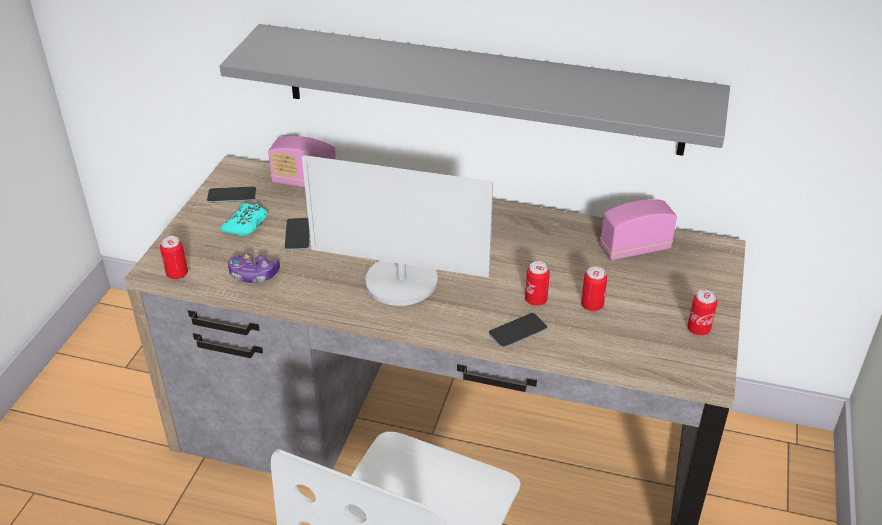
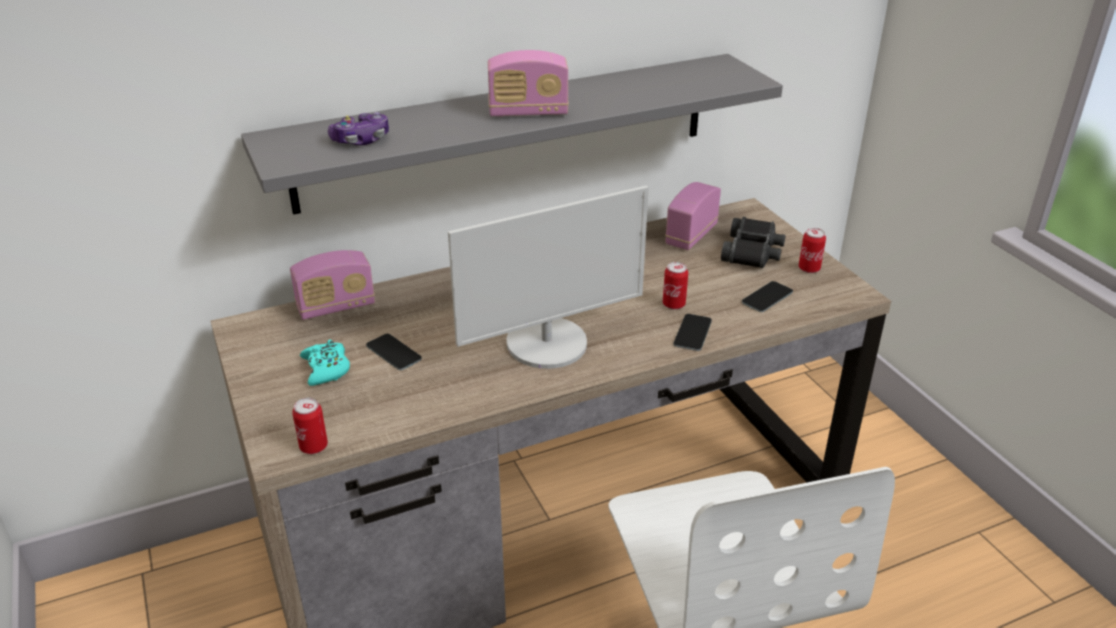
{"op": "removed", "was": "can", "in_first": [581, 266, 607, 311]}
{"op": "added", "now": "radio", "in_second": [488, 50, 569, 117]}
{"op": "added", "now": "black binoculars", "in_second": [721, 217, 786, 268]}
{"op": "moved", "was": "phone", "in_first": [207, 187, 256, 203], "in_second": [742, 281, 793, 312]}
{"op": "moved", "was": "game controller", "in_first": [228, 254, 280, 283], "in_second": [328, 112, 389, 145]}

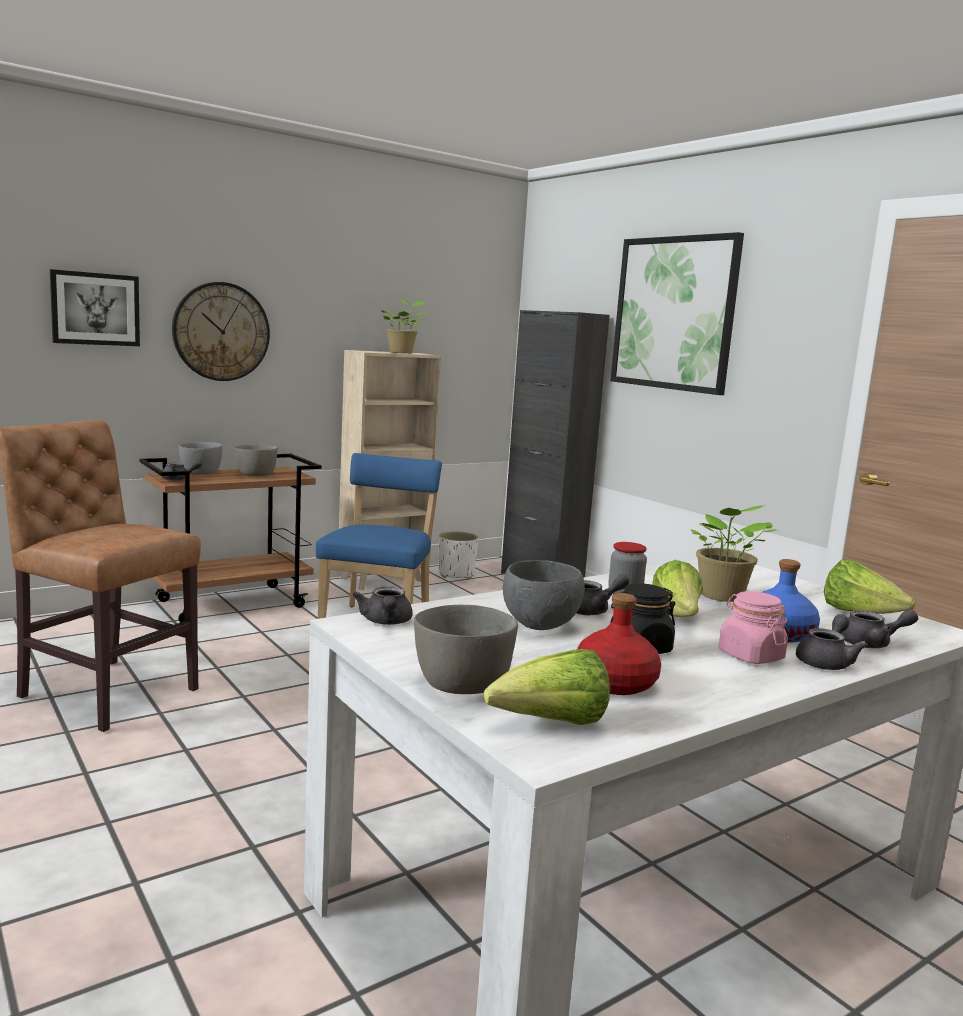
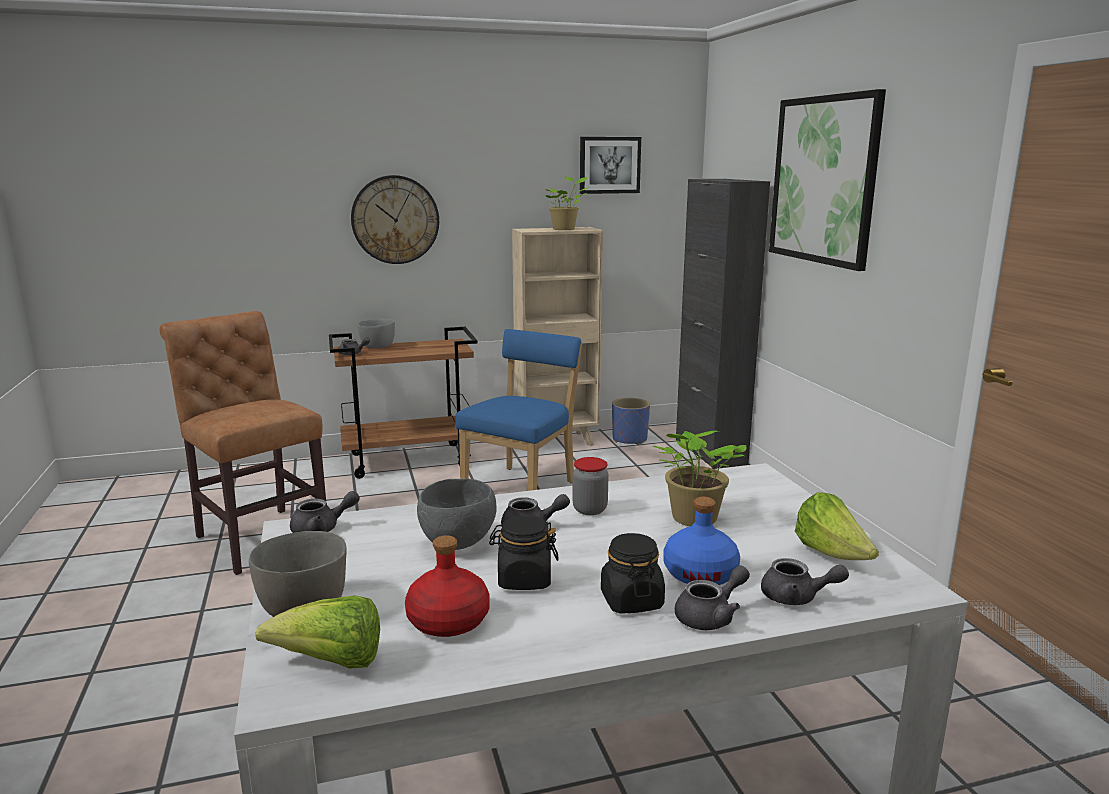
{"op": "removed", "was": "grey bowl", "in_first": [234, 445, 278, 476]}
{"op": "removed", "was": "lettuce", "in_first": [652, 560, 703, 617]}
{"op": "moved", "was": "picture", "in_first": [50, 269, 140, 346], "in_second": [580, 137, 641, 194]}
{"op": "recoloured", "was": "white planter", "now": "blue planter", "in_first": [439, 531, 478, 579], "in_second": [612, 398, 650, 445]}
{"op": "recoloured", "was": "pink jar", "now": "black jar", "in_first": [719, 591, 788, 664], "in_second": [601, 533, 665, 614]}
{"op": "turned", "was": "grey teapot", "in_first": [352, 586, 413, 625], "in_second": [290, 491, 360, 533], "clockwise": -120}

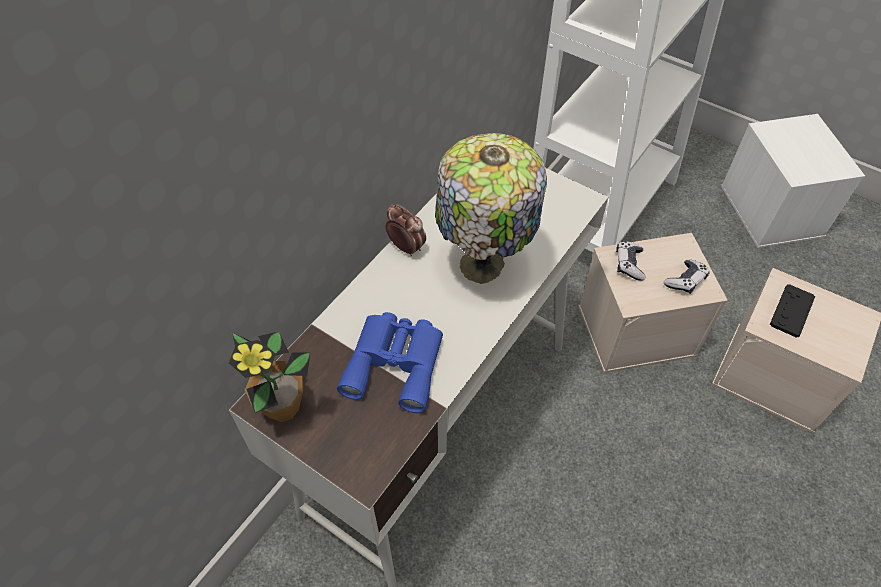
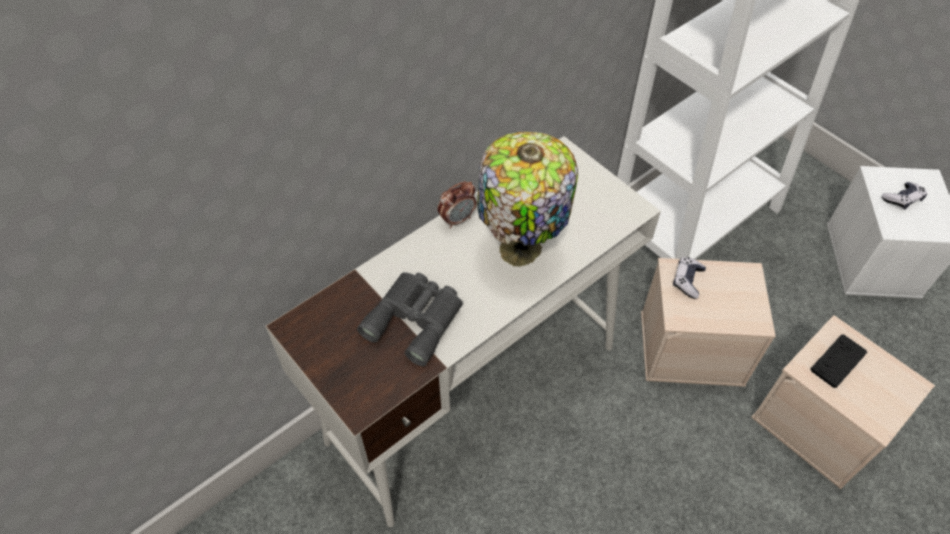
{"op": "removed", "was": "potted plant", "in_first": [229, 331, 310, 422]}
{"op": "moved", "was": "game controller", "in_first": [664, 259, 710, 294], "in_second": [882, 182, 927, 210]}
{"op": "recoloured", "was": "blue binoculars", "now": "grey binoculars", "in_first": [337, 312, 443, 413], "in_second": [357, 272, 463, 366]}
{"op": "turned", "was": "alarm clock", "in_first": [385, 204, 426, 257], "in_second": [438, 181, 477, 228], "clockwise": 90}

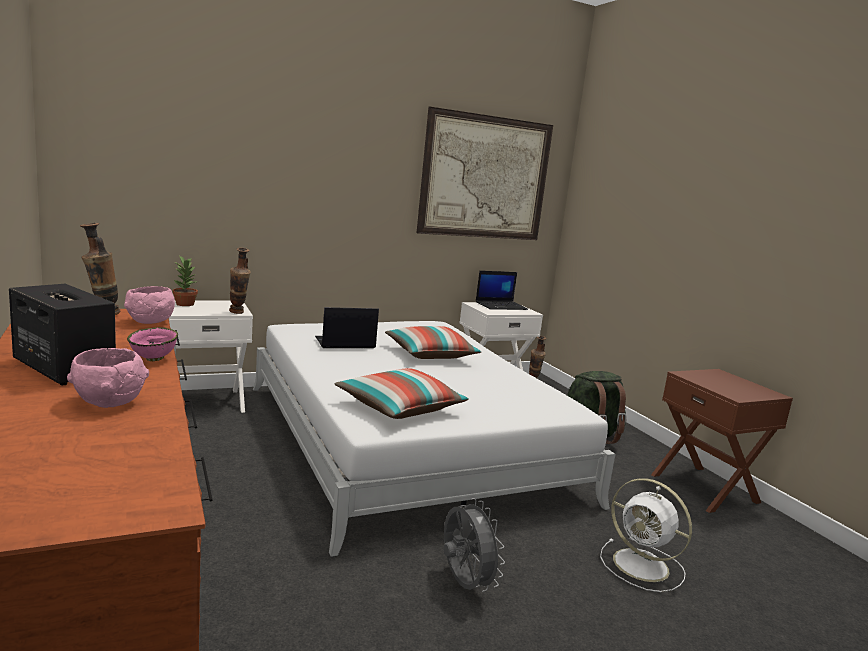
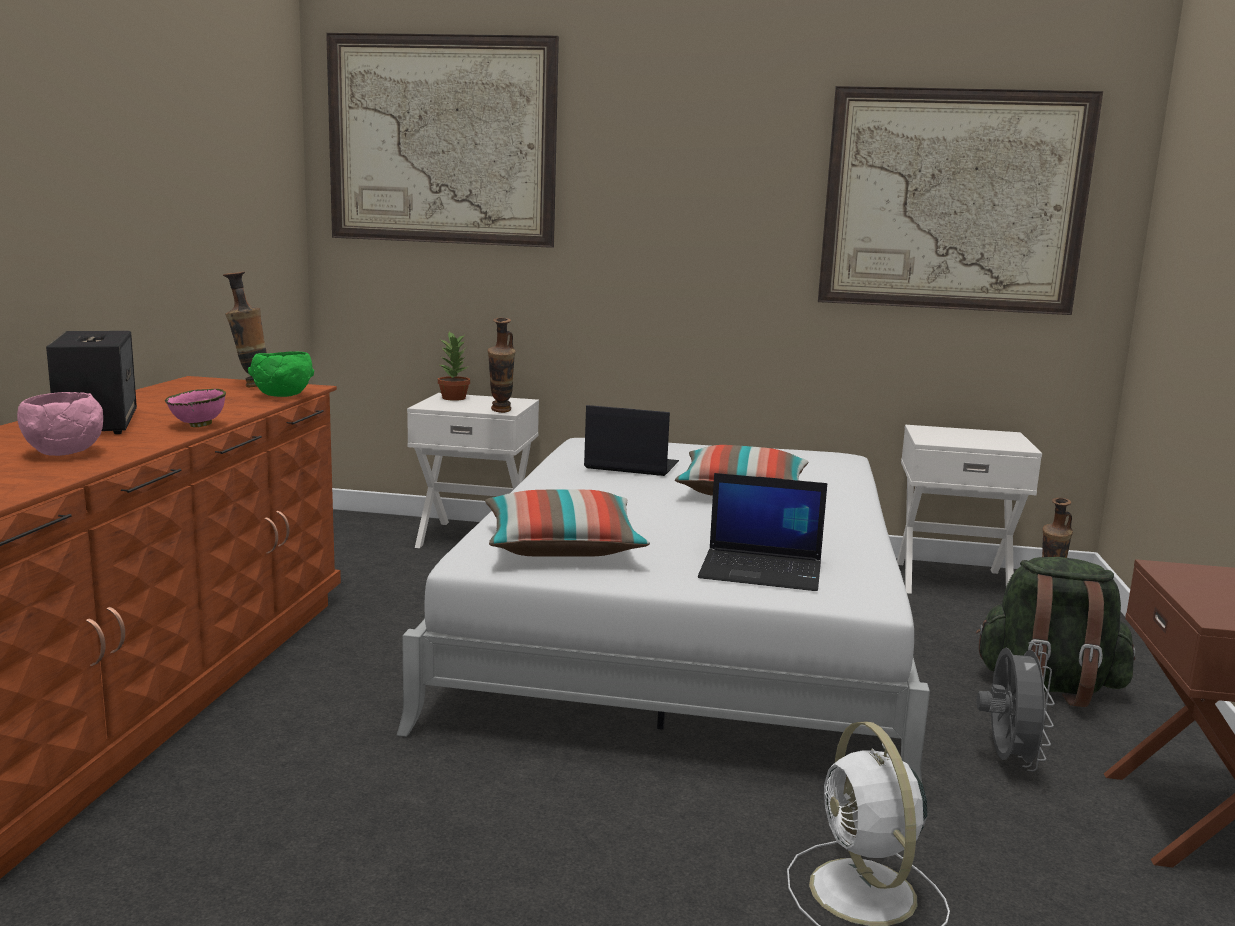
{"op": "added", "now": "picture", "in_second": [326, 33, 559, 248]}
{"op": "moved", "was": "grey fan", "in_first": [444, 498, 505, 592], "in_second": [977, 642, 1055, 771]}
{"op": "moved", "was": "laptop", "in_first": [476, 271, 528, 310], "in_second": [698, 473, 827, 591]}
{"op": "recoloured", "was": "pink bowl", "now": "green bowl", "in_first": [124, 286, 175, 324], "in_second": [248, 352, 314, 397]}

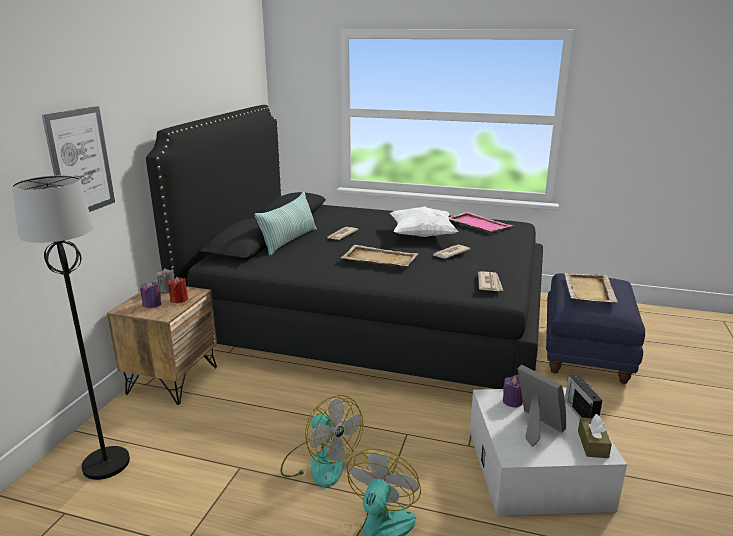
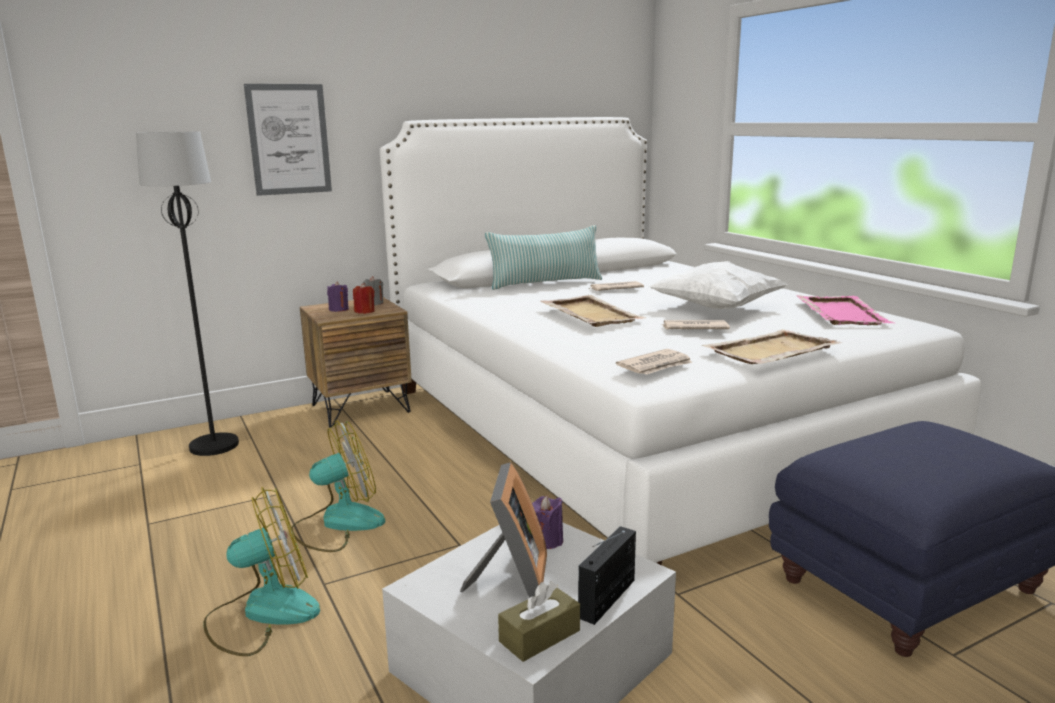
{"op": "moved", "was": "beige tray", "in_first": [564, 273, 618, 303], "in_second": [702, 329, 843, 364]}
{"op": "recoloured", "was": "black bed", "now": "white bed", "in_first": [146, 105, 543, 389], "in_second": [380, 117, 981, 565]}
{"op": "turned", "was": "fan", "in_first": [280, 395, 363, 487], "in_second": [291, 420, 385, 552], "clockwise": -120}

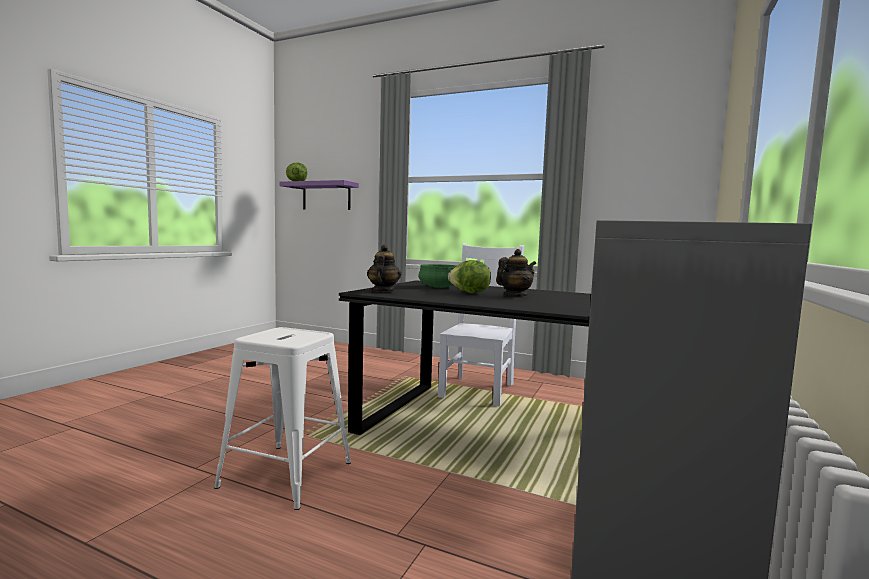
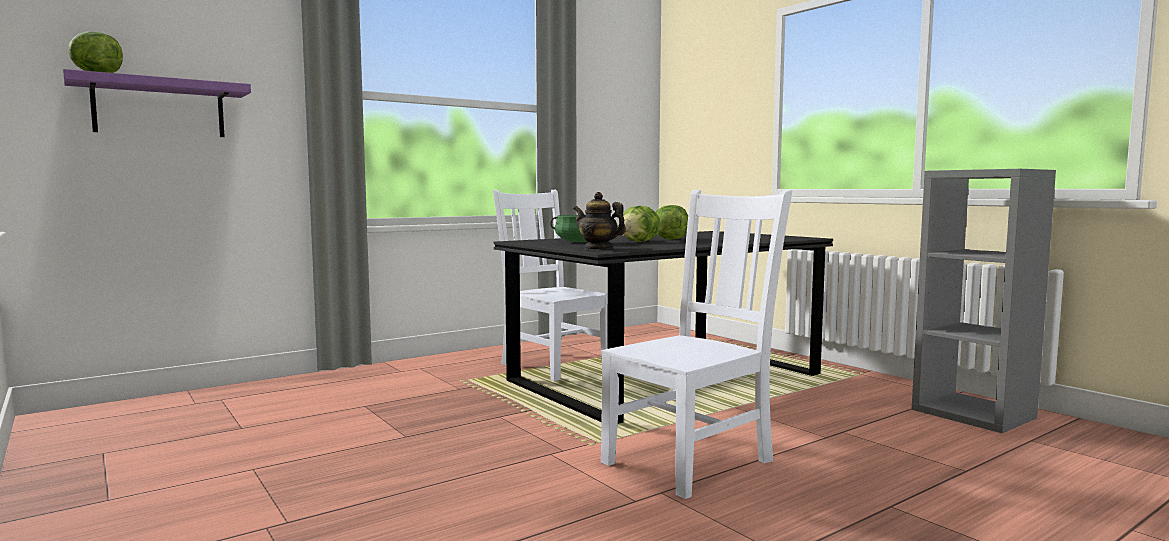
{"op": "replaced", "was": "white stool", "now": "white chair", "in_first": [214, 327, 351, 510], "in_second": [601, 190, 792, 499]}
{"op": "replaced", "was": "teapot", "now": "lettuce", "in_first": [496, 249, 536, 296], "in_second": [656, 205, 688, 240]}

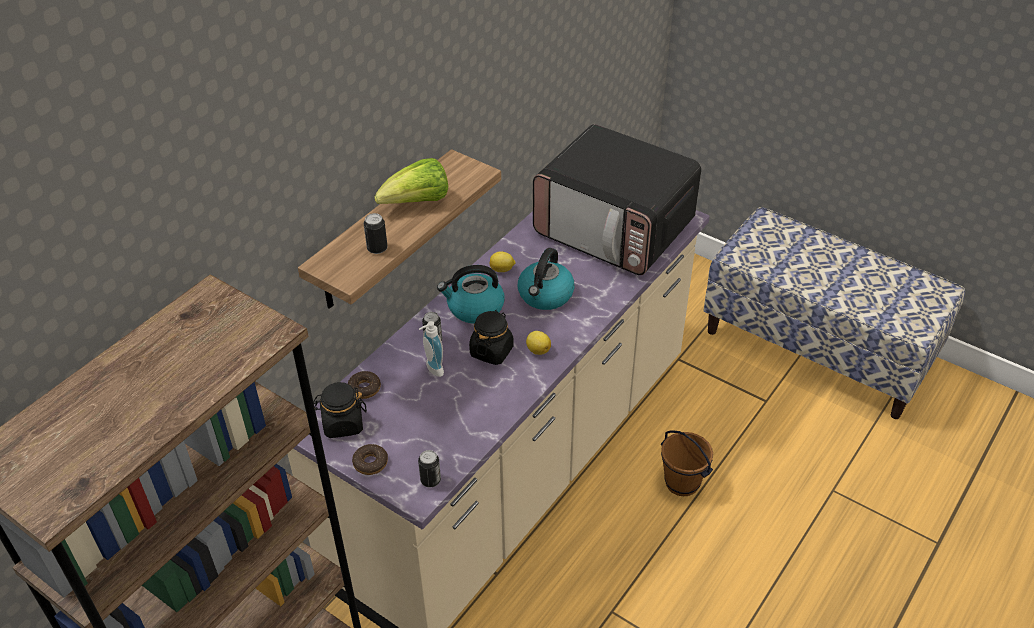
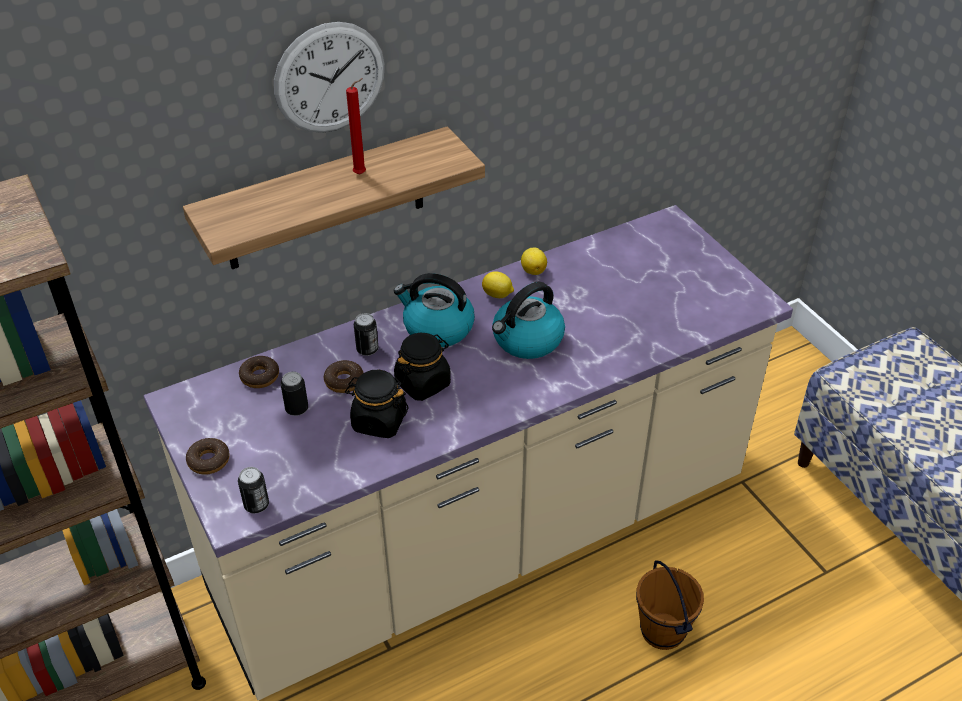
{"op": "removed", "was": "microwave", "in_first": [533, 124, 701, 275]}
{"op": "added", "now": "wall clock", "in_second": [274, 22, 385, 133]}
{"op": "moved", "was": "black jar", "in_first": [313, 382, 367, 438], "in_second": [345, 369, 409, 438]}
{"op": "moved", "was": "can", "in_first": [364, 213, 388, 254], "in_second": [281, 372, 308, 416]}
{"op": "moved", "was": "lemon", "in_first": [526, 331, 551, 355], "in_second": [521, 248, 547, 275]}
{"op": "replaced", "was": "lettuce", "now": "red candle", "in_first": [374, 158, 448, 204], "in_second": [346, 78, 366, 175]}
{"op": "replaced", "was": "soap dispenser", "now": "donut", "in_first": [419, 321, 444, 377], "in_second": [324, 360, 363, 393]}

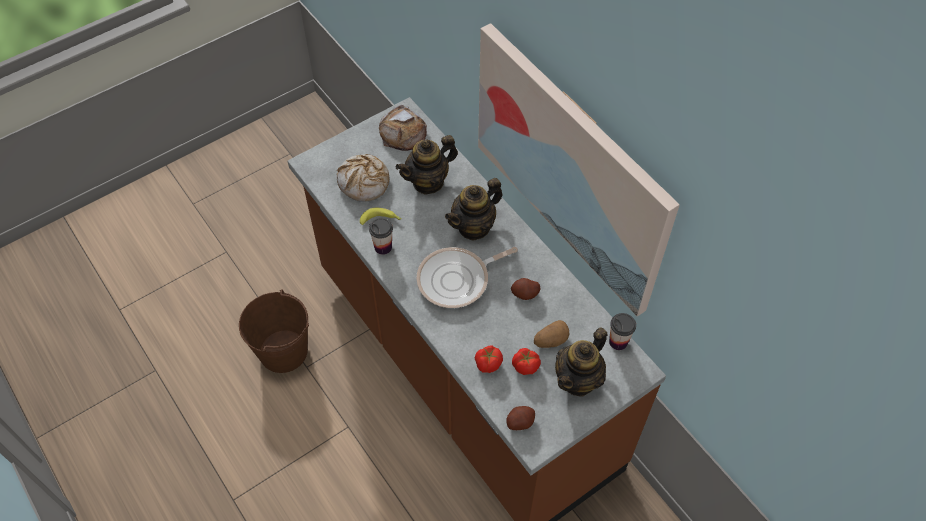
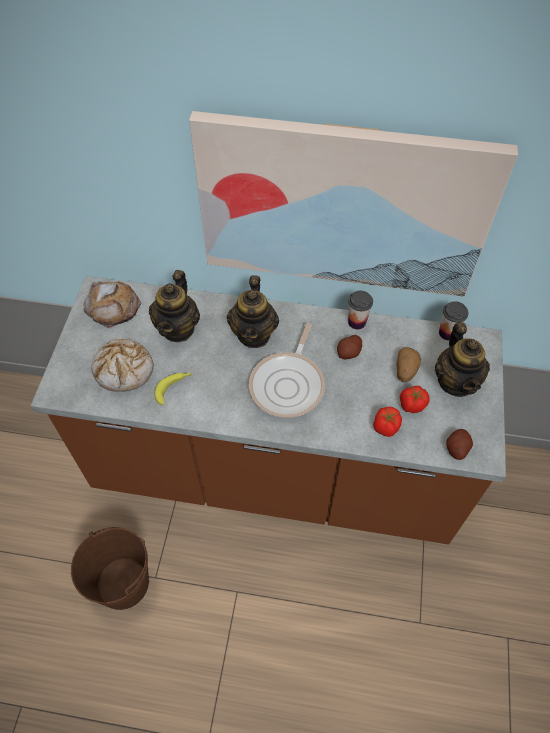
{"op": "moved", "was": "cup", "in_first": [369, 218, 393, 255], "in_second": [348, 291, 373, 330]}

